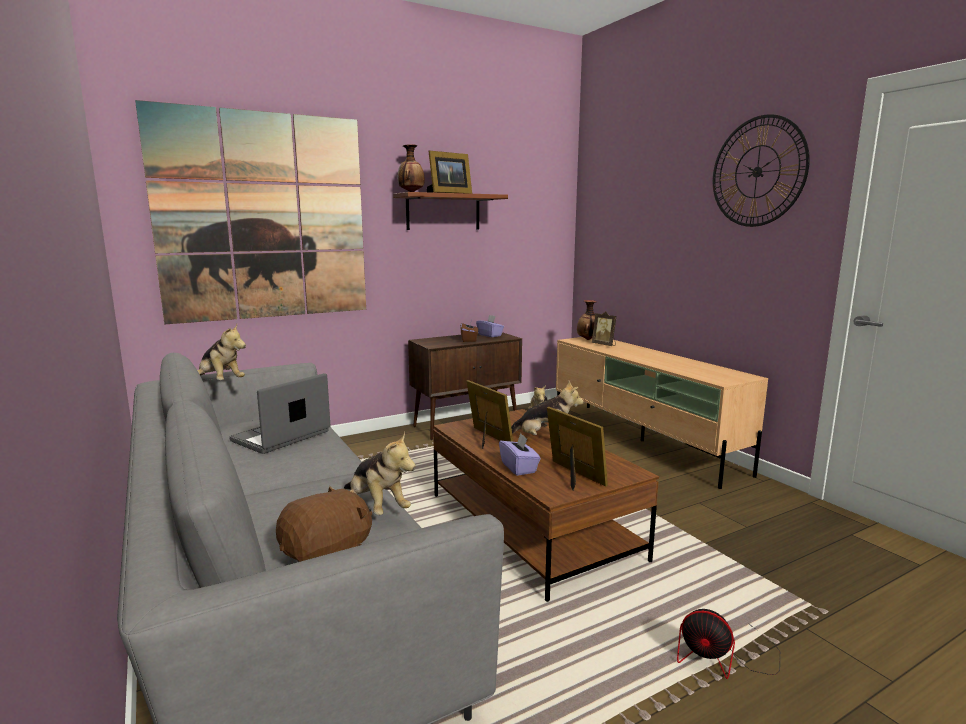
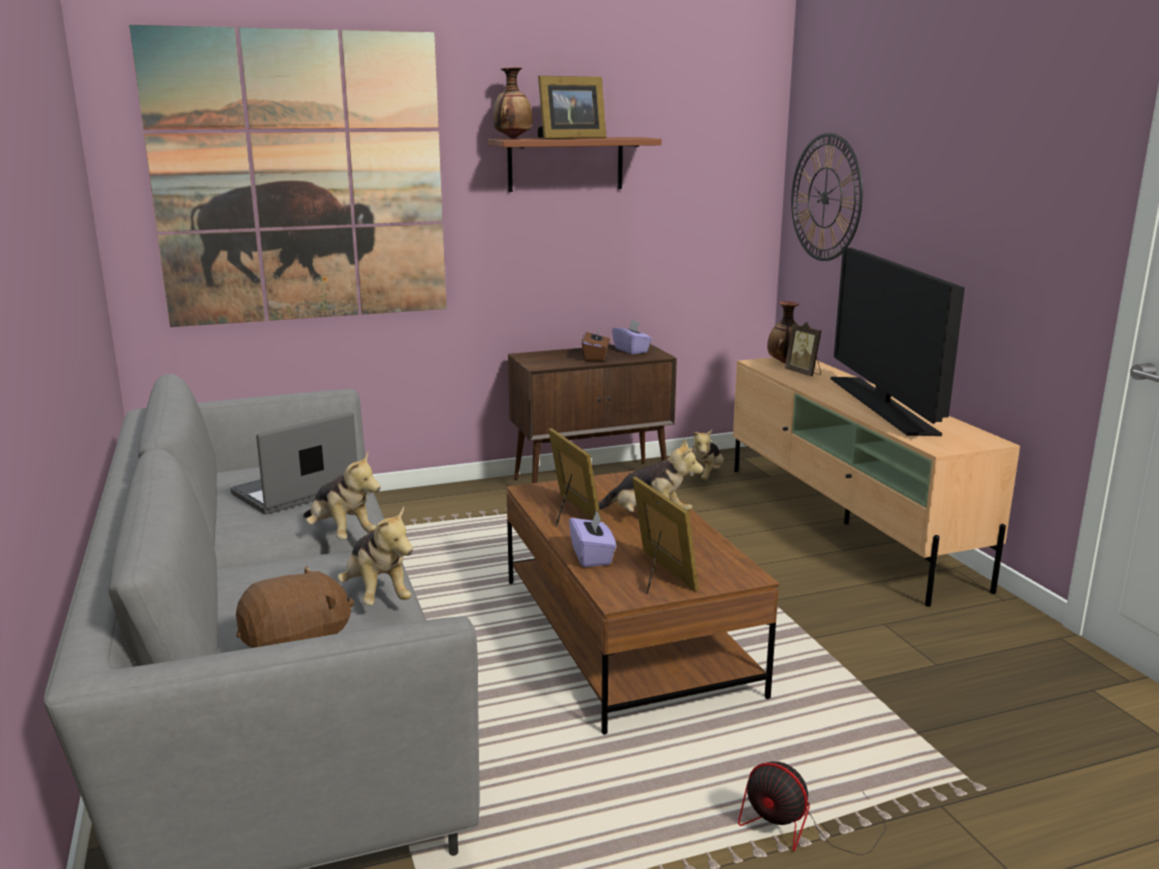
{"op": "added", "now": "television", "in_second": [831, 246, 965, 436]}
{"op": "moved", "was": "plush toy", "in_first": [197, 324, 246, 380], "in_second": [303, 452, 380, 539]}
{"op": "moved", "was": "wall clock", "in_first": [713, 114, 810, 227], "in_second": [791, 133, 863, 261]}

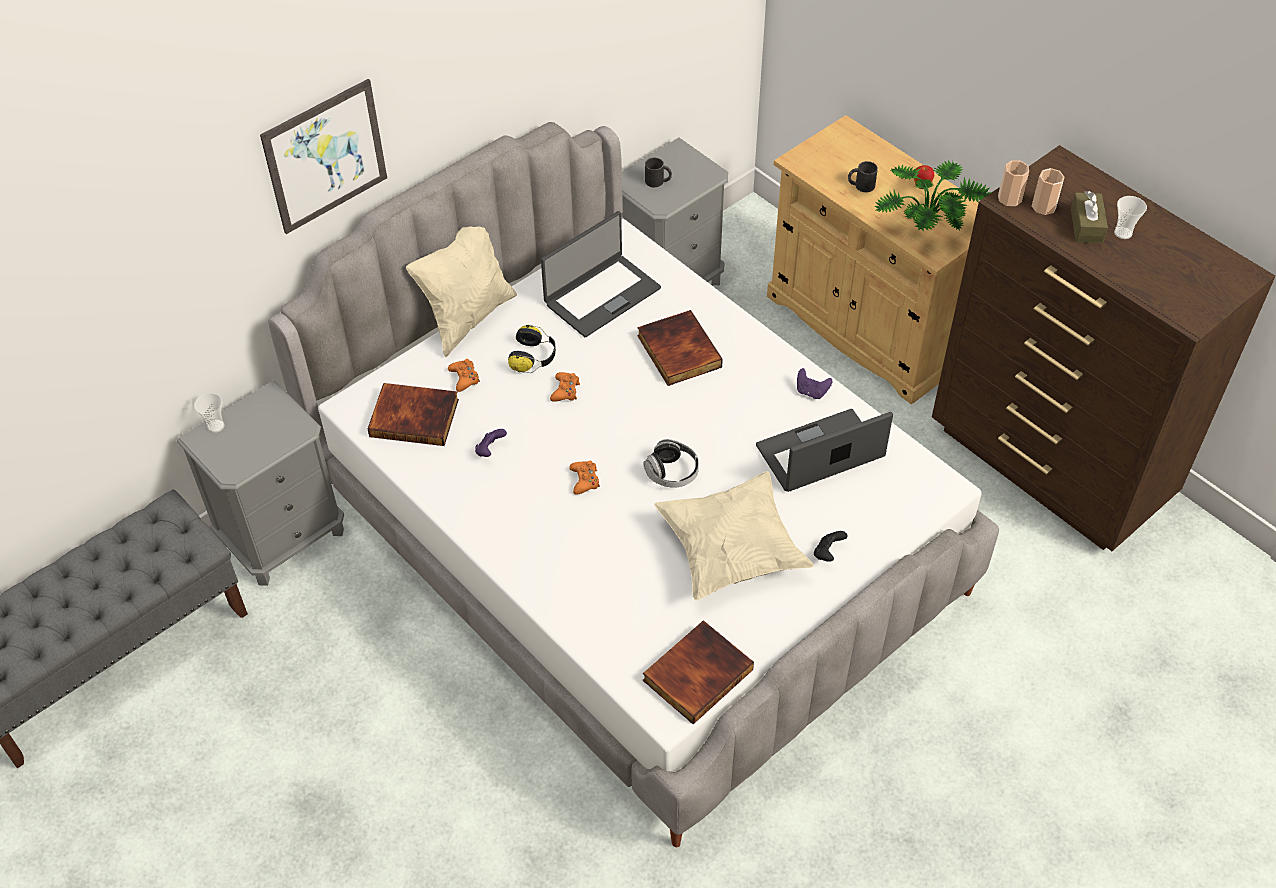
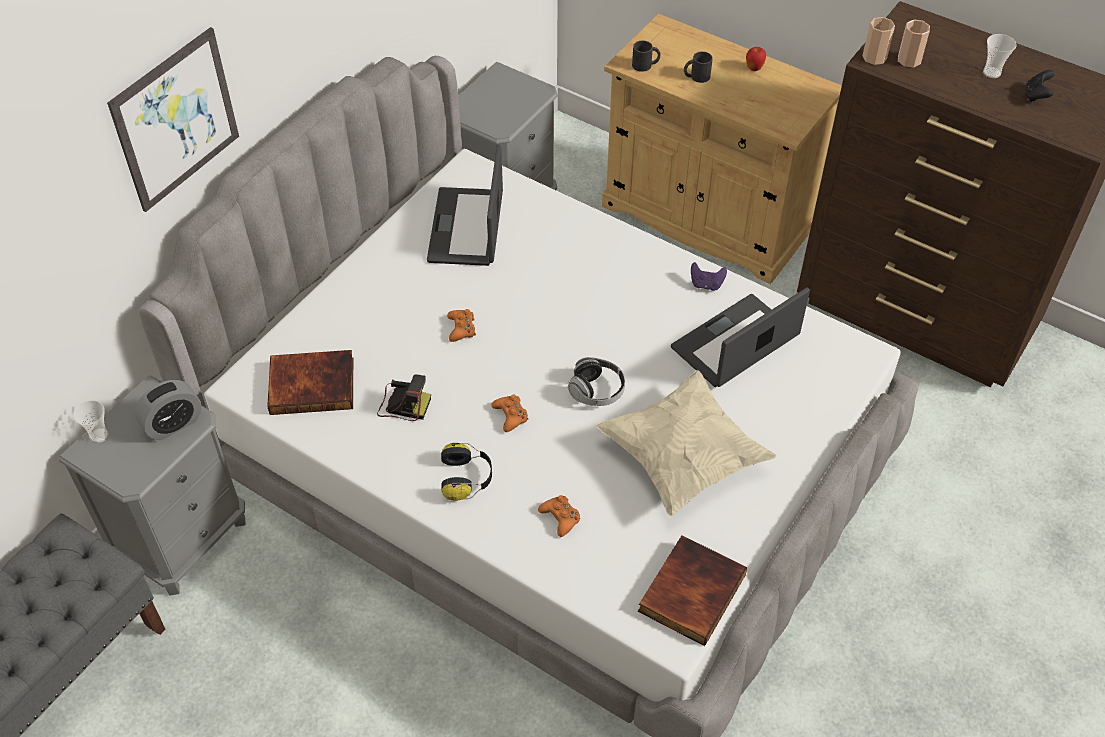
{"op": "removed", "was": "beige pillow", "in_first": [406, 226, 517, 358]}
{"op": "removed", "was": "book", "in_first": [637, 310, 723, 386]}
{"op": "removed", "was": "potted plant", "in_first": [874, 160, 992, 231]}
{"op": "removed", "was": "brown tissue box", "in_first": [1071, 191, 1108, 244]}
{"op": "added", "now": "alarm clock", "in_second": [135, 380, 202, 440]}
{"op": "moved", "was": "orange game controller", "in_first": [448, 359, 480, 392], "in_second": [538, 495, 580, 537]}
{"op": "moved", "was": "headphones", "in_first": [508, 325, 556, 373], "in_second": [441, 443, 492, 501]}
{"op": "moved", "was": "black mug", "in_first": [645, 158, 672, 187], "in_second": [632, 40, 661, 72]}
{"op": "moved", "was": "black game controller", "in_first": [814, 531, 848, 562], "in_second": [1025, 70, 1055, 102]}
{"op": "replaced", "was": "purple game controller", "now": "photo camera", "in_first": [475, 429, 507, 457], "in_second": [377, 374, 431, 421]}
{"op": "turned", "was": "laptop", "in_first": [541, 211, 661, 337], "in_second": [427, 145, 503, 266], "clockwise": 150}

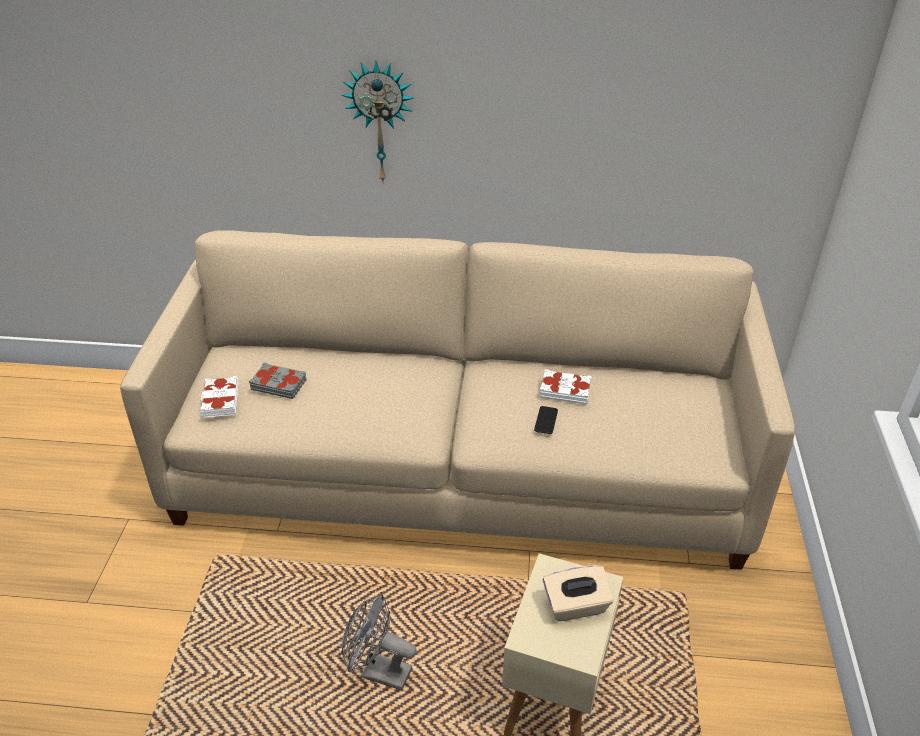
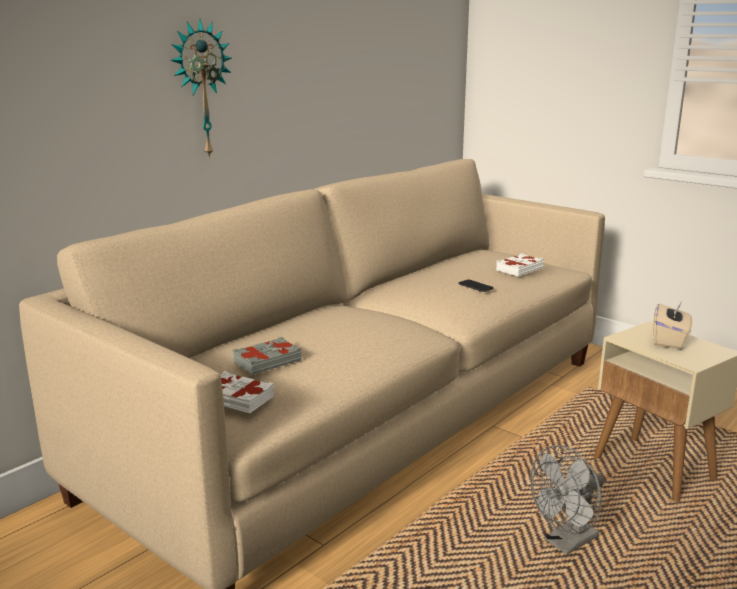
{"op": "moved", "was": "white book", "in_first": [540, 369, 591, 404], "in_second": [496, 253, 544, 276]}

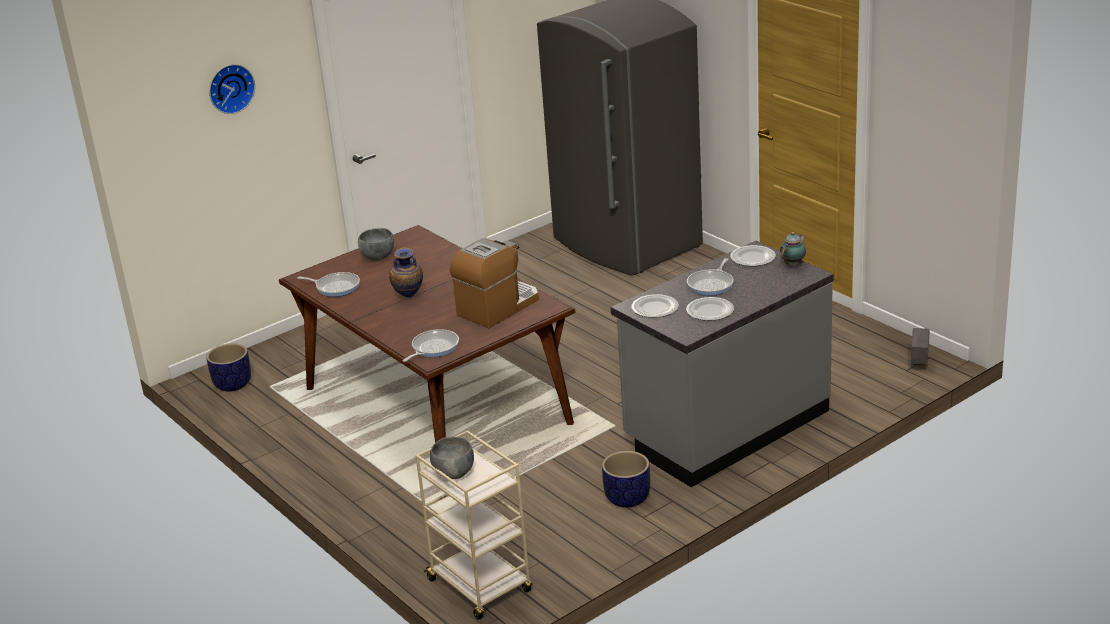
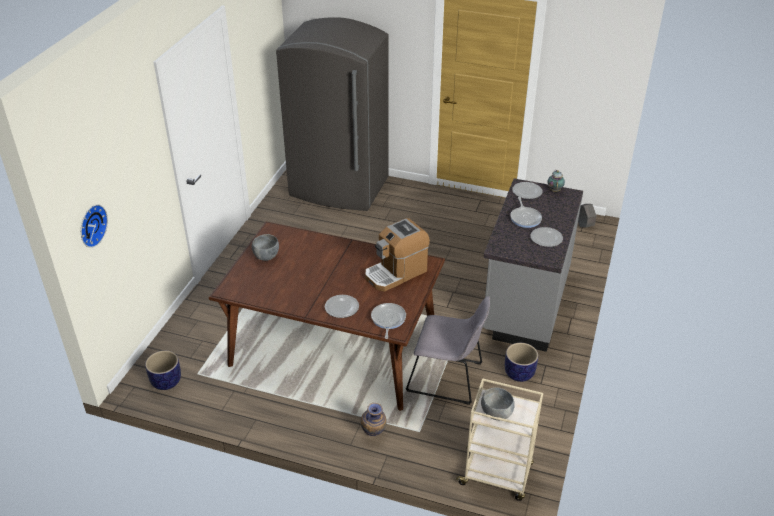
{"op": "removed", "was": "frying pan", "in_first": [297, 272, 360, 297]}
{"op": "added", "now": "grey chair", "in_second": [406, 296, 490, 405]}
{"op": "moved", "was": "wall clock", "in_first": [209, 64, 255, 114], "in_second": [81, 205, 108, 248]}
{"op": "moved", "was": "vase", "in_first": [389, 247, 423, 298], "in_second": [361, 403, 387, 436]}
{"op": "moved", "was": "plate", "in_first": [631, 294, 679, 318], "in_second": [325, 295, 359, 318]}
{"op": "turned", "was": "coffee machine", "in_first": [450, 238, 539, 328], "in_second": [365, 218, 430, 292], "clockwise": -135}

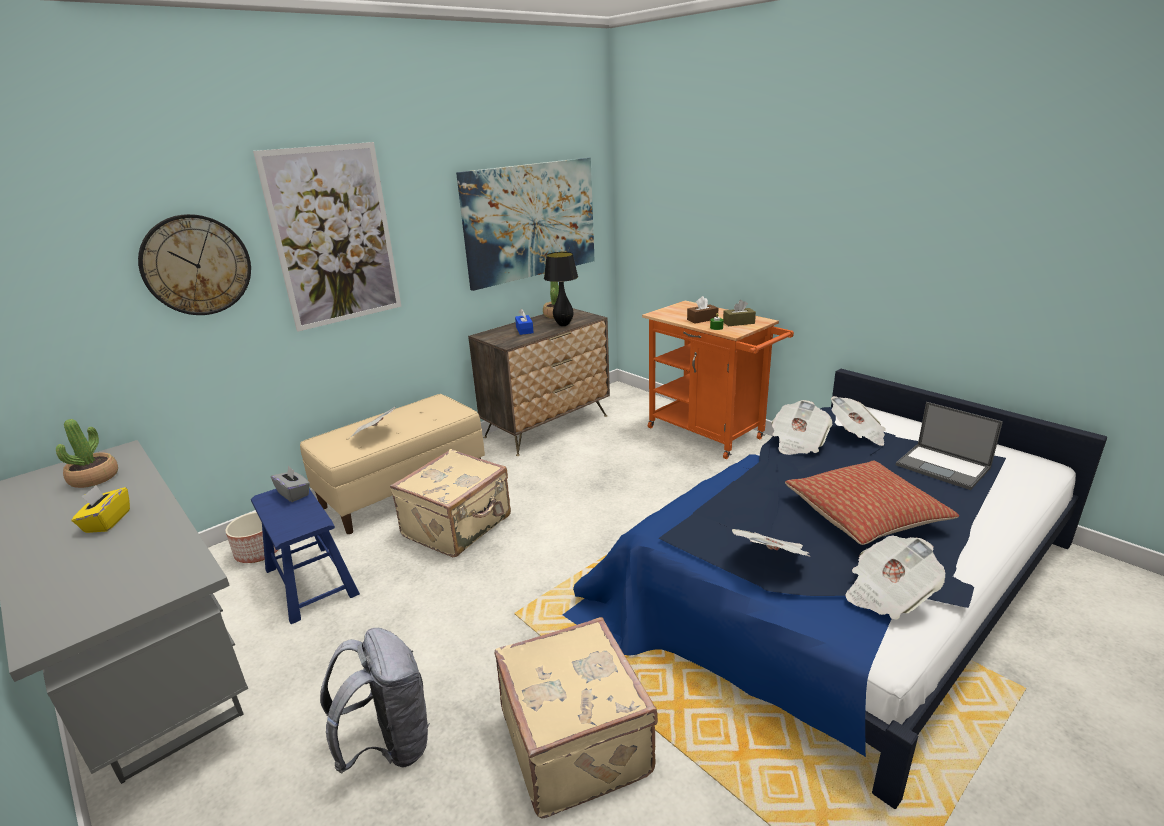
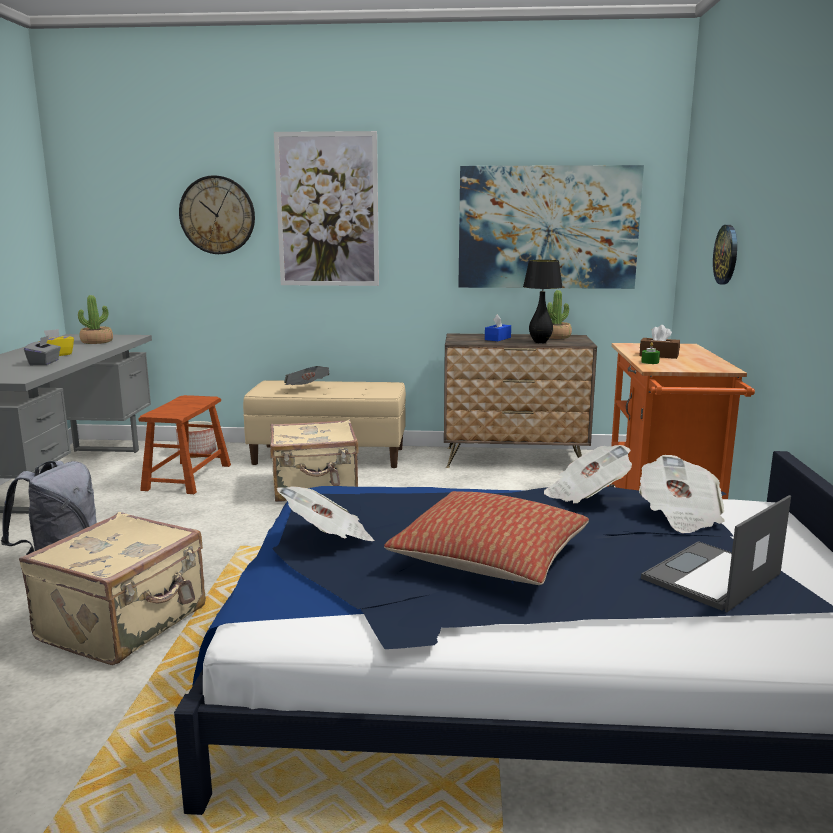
{"op": "removed", "was": "brown tissue box", "in_first": [723, 300, 756, 326]}
{"op": "removed", "was": "newspaper", "in_first": [845, 535, 945, 620]}
{"op": "added", "now": "wall clock", "in_second": [713, 225, 737, 284]}
{"op": "moved", "was": "grey tissue box", "in_first": [271, 465, 310, 502], "in_second": [24, 336, 61, 365]}
{"op": "recoloured", "was": "blue stool", "now": "brown stool", "in_first": [251, 489, 360, 624], "in_second": [139, 395, 231, 494]}
{"op": "turned", "was": "laptop", "in_first": [896, 402, 1003, 490], "in_second": [641, 495, 791, 612], "clockwise": 45}

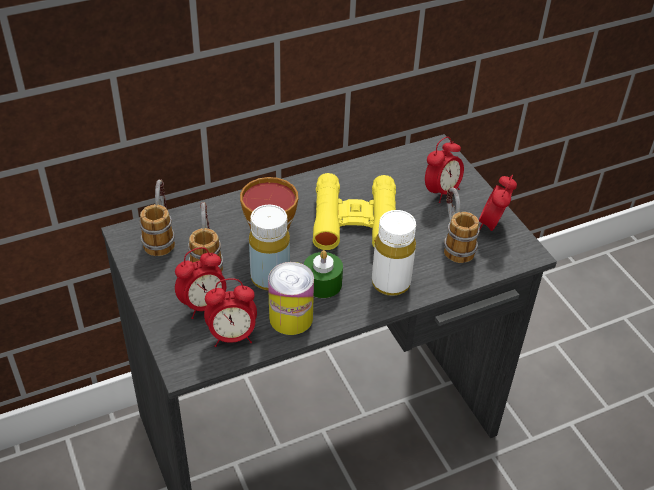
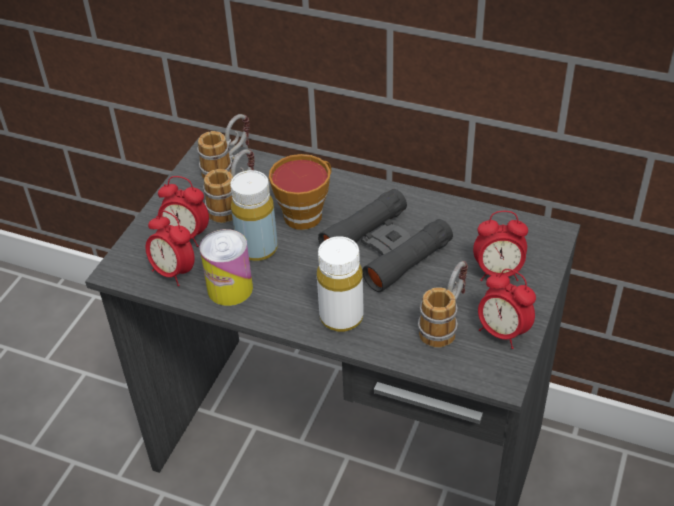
{"op": "removed", "was": "green candle", "in_first": [304, 250, 343, 298]}
{"op": "recoloured", "was": "yellow binoculars", "now": "black binoculars", "in_first": [313, 173, 396, 250], "in_second": [318, 189, 453, 292]}
{"op": "turned", "was": "alarm clock", "in_first": [479, 175, 517, 231], "in_second": [478, 269, 536, 349], "clockwise": -120}

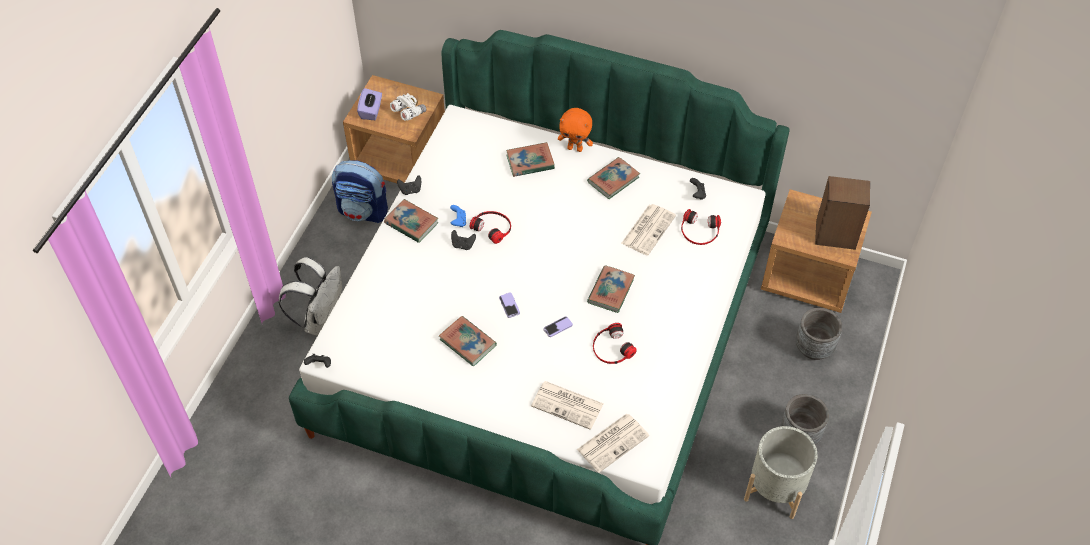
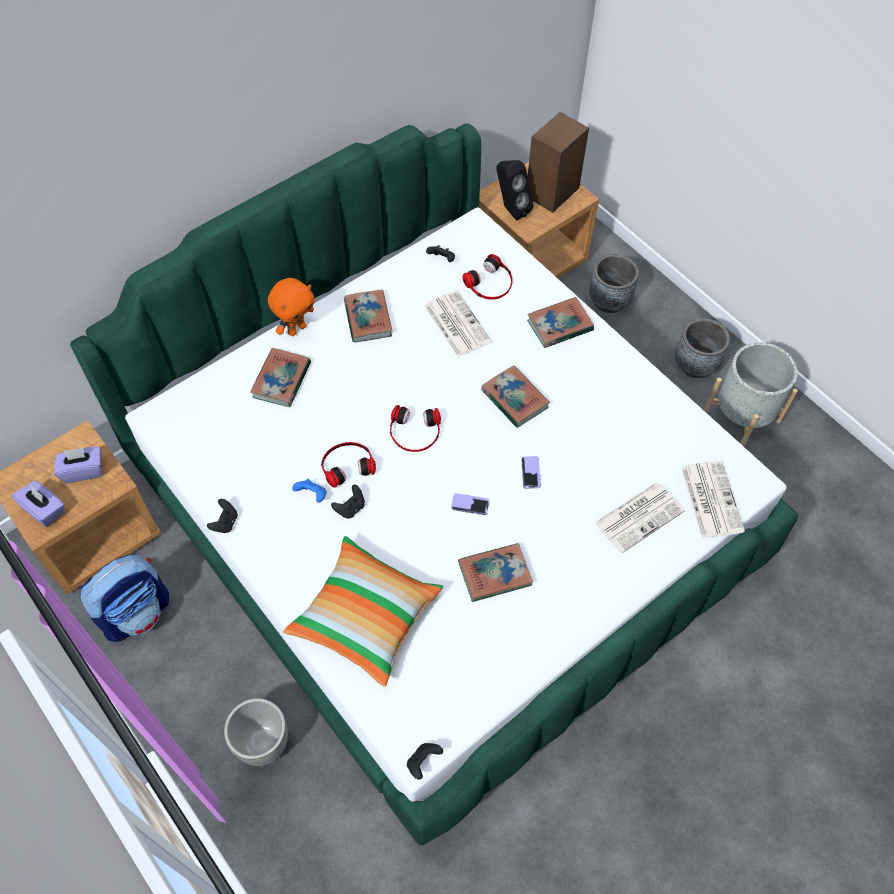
{"op": "added", "now": "pillow", "in_second": [283, 536, 443, 687]}
{"op": "added", "now": "black speaker", "in_second": [496, 160, 533, 221]}
{"op": "moved", "was": "book", "in_first": [384, 199, 438, 243], "in_second": [527, 297, 594, 348]}
{"op": "moved", "was": "headphones", "in_first": [593, 323, 637, 364], "in_second": [390, 405, 441, 452]}
{"op": "replaced", "was": "white backpack", "now": "grey planter", "in_first": [278, 257, 342, 336], "in_second": [224, 698, 288, 766]}
{"op": "replaced", "was": "white binoculars", "now": "purple tissue box", "in_first": [390, 93, 426, 121], "in_second": [54, 447, 102, 483]}

